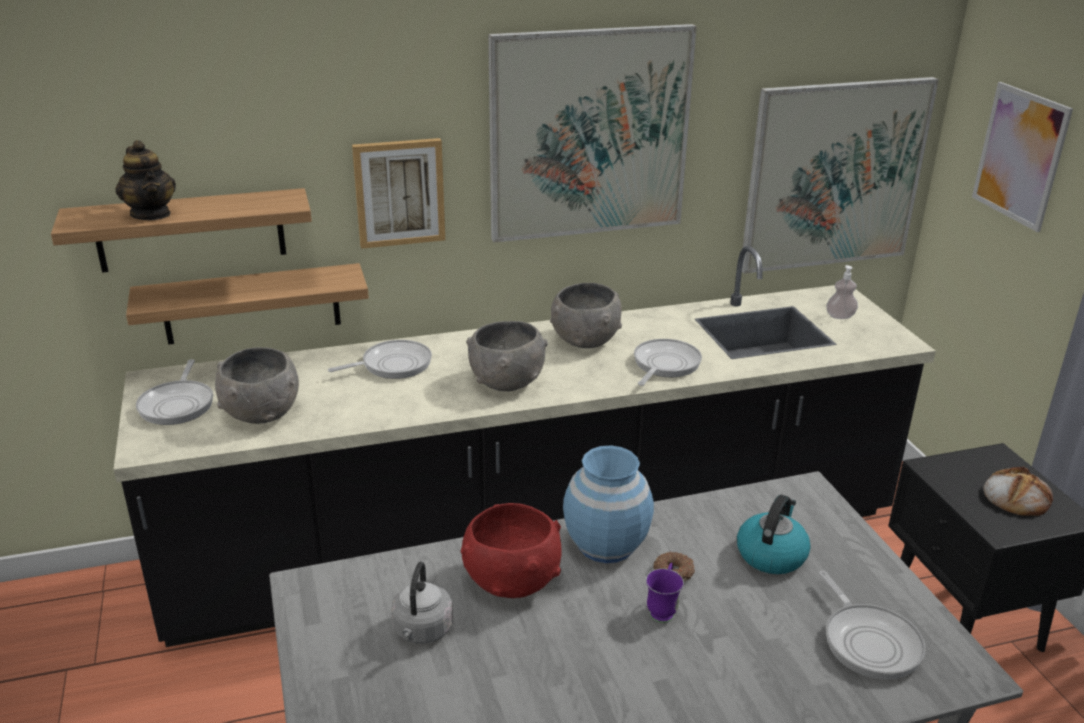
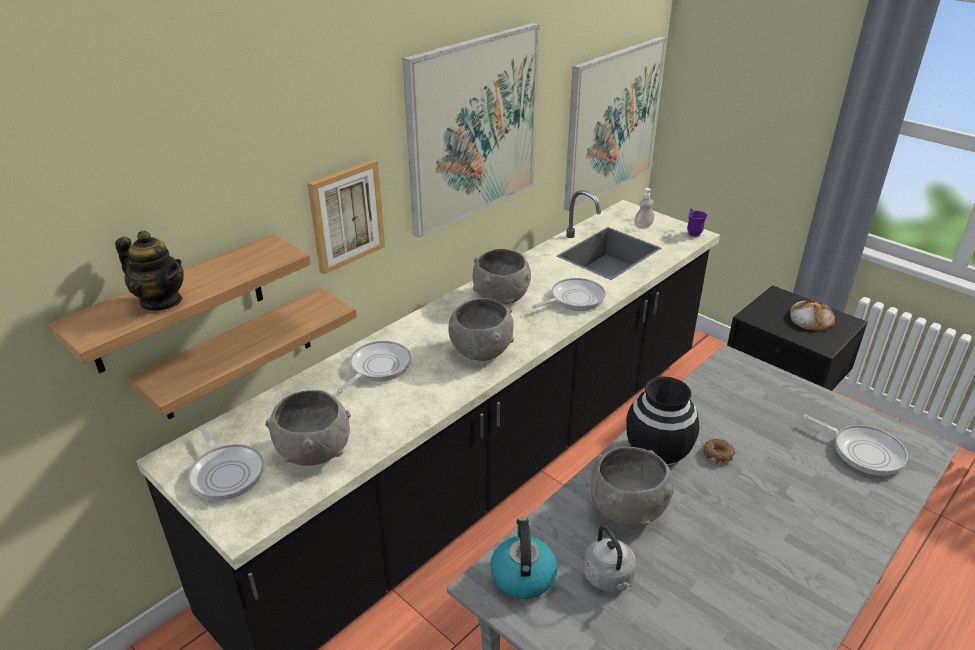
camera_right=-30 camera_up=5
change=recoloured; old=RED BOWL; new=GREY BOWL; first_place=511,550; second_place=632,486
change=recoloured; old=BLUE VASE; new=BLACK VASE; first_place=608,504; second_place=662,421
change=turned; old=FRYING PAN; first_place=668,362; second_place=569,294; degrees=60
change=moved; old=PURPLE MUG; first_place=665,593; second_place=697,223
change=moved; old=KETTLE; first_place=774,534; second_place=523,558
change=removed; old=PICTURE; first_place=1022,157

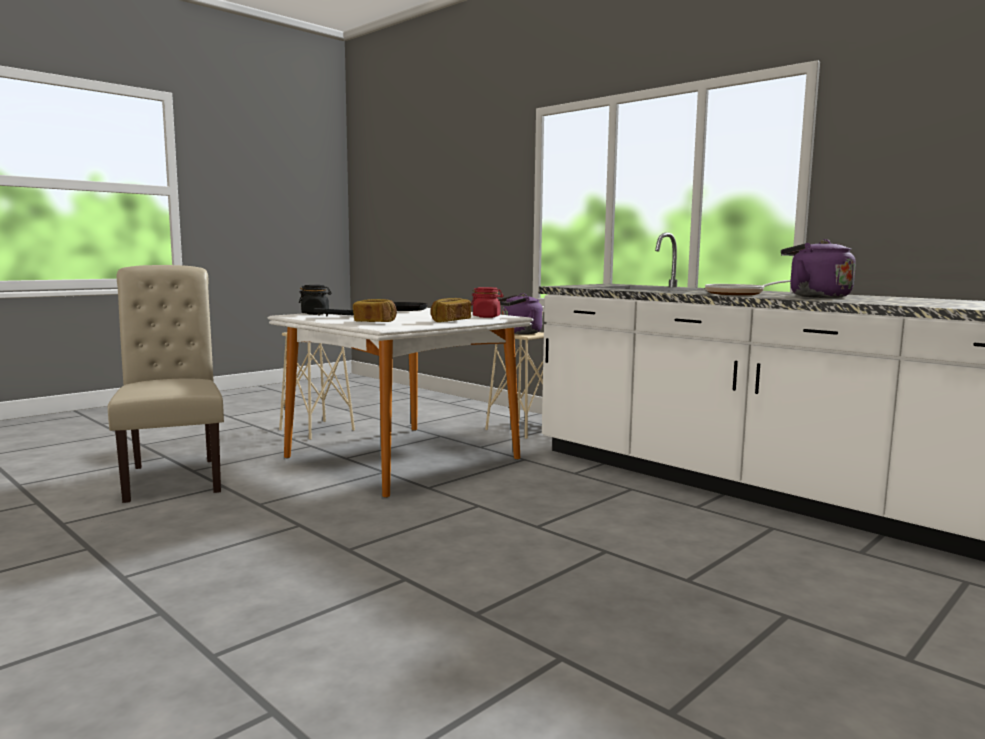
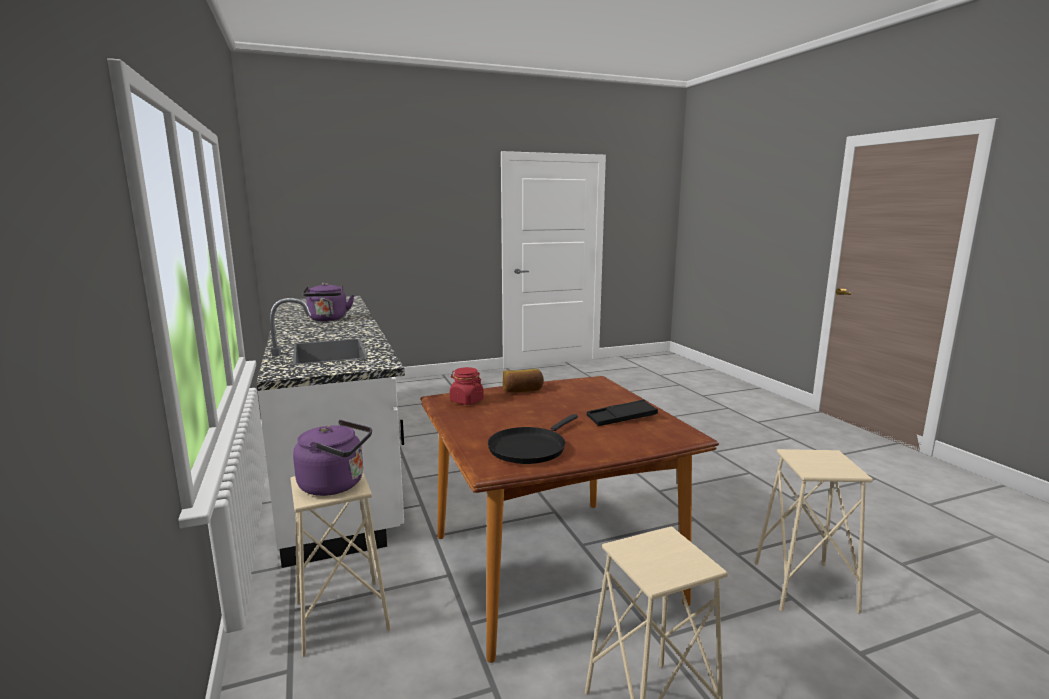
camera_right=-155 camera_up=5
change=replaced; old=BEIGE CHAIR; new=BEIGE STOOL; first_place=166,384; second_place=814,531
change=recoloured; old=WHITE DINING TABLE; new=BROWN DINING TABLE; first_place=401,403; second_place=569,519
change=removed; old=BLACK JAR; first_place=315,300
change=removed; old=BREAD; first_place=375,310
change=removed; old=FRYING PAN; first_place=748,287

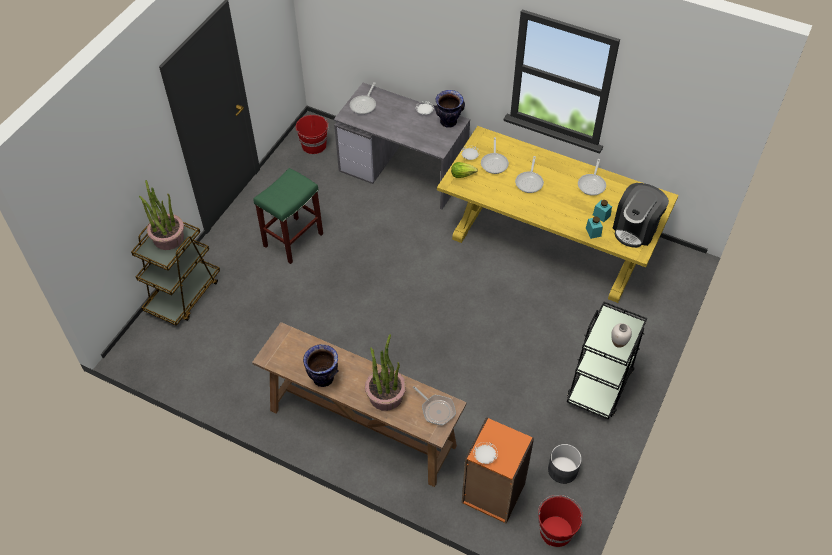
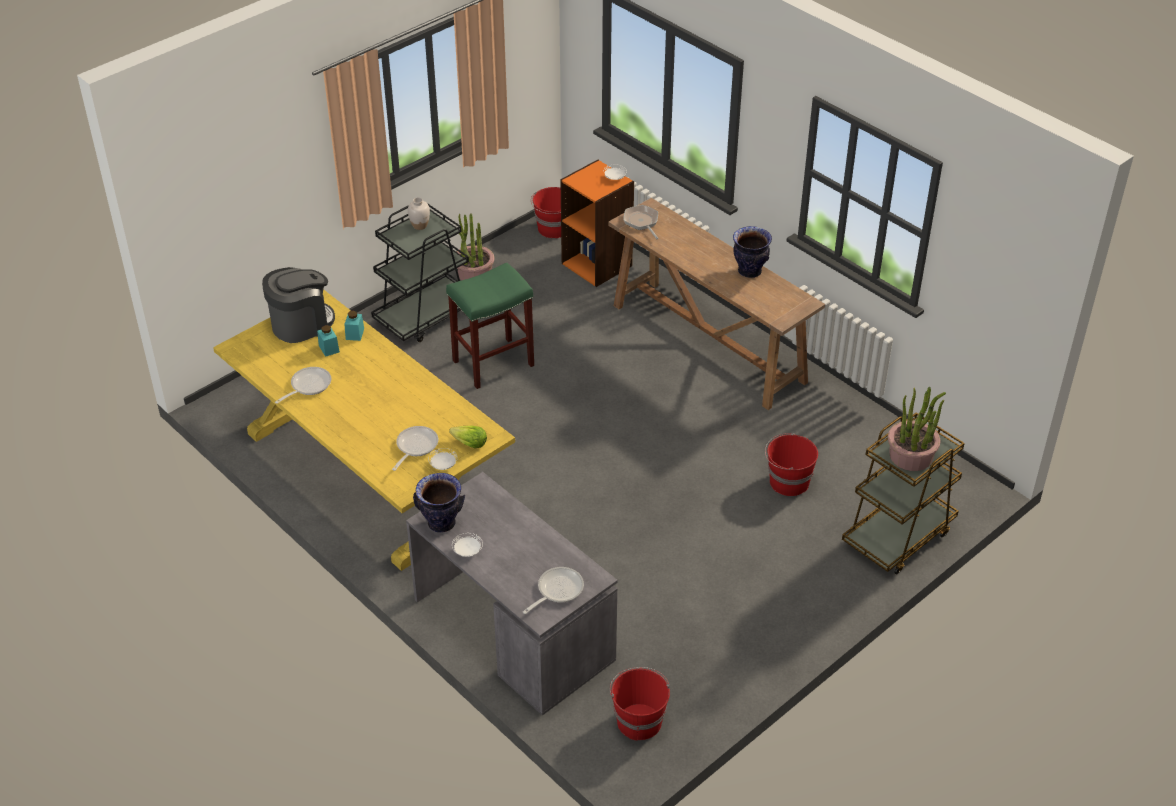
camera_right=-160 camera_up=-10
change=moved; old=GREEN STOOL; first_place=288,216; second_place=490,326
change=moved; old=POTTED PLANT; first_place=385,372; second_place=475,247
change=removed; old=FRYING PAN; first_place=529,174
change=removed; old=GREY PLANTER; first_place=565,464
change=added; new=RED BUCKET; second_place=791,464

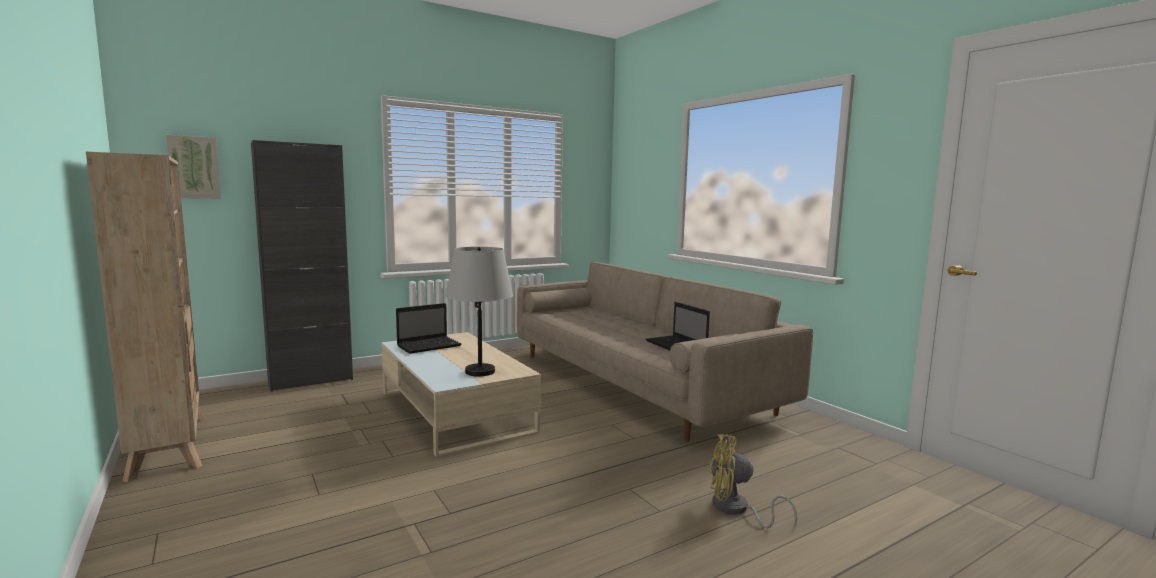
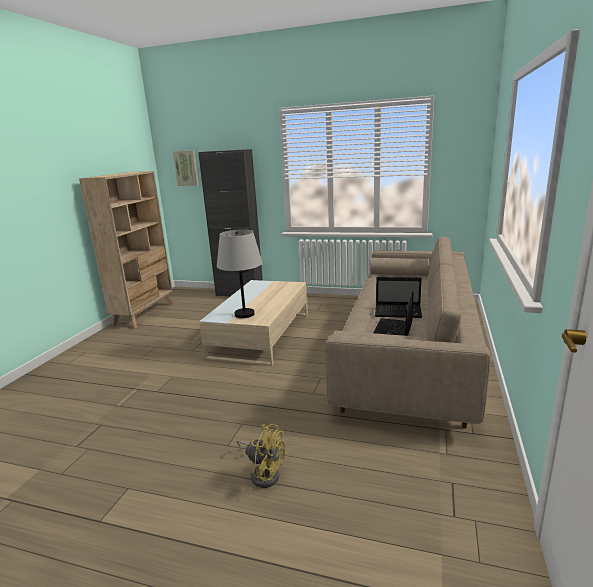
camera_right=50 camera_up=10
change=moved; old=LAPTOP; first_place=428,328; second_place=398,297
change=turned; old=YELLOW FAN; first_place=753,481; second_place=261,456; degrees=150

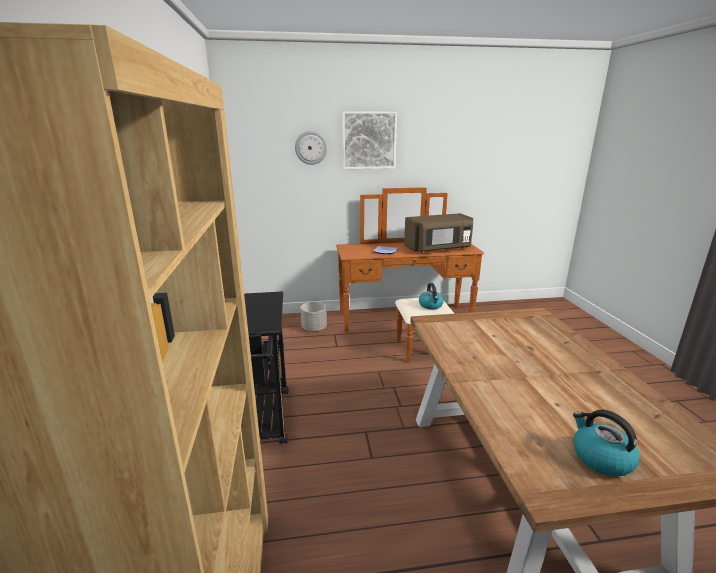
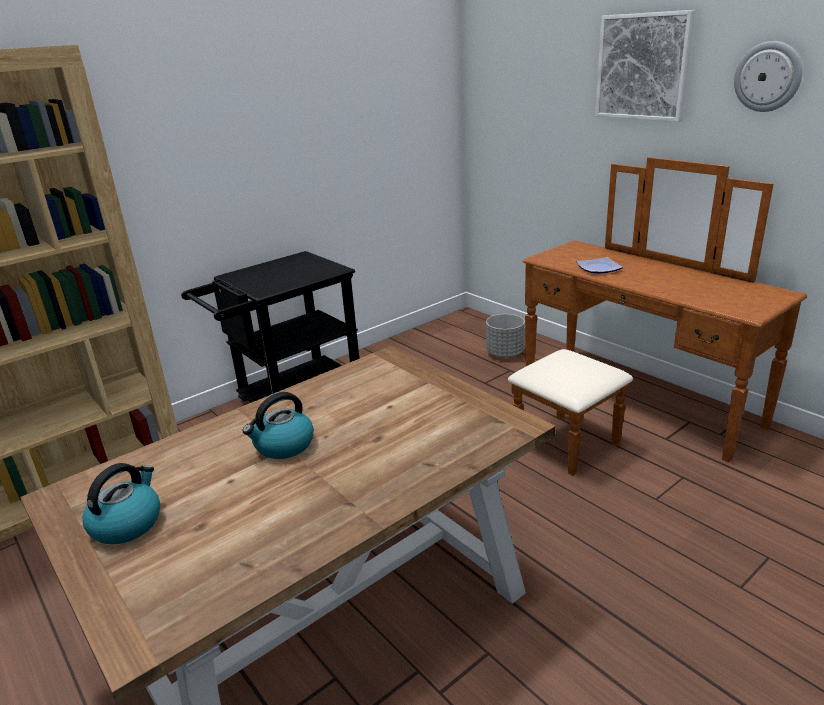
camera_right=60 camera_up=5
change=moved; old=WALL CLOCK; first_place=311,148; second_place=768,76
change=removed; old=BROWN MICROWAVE; first_place=438,232
change=moved; old=KETTLE; first_place=431,296; second_place=278,425

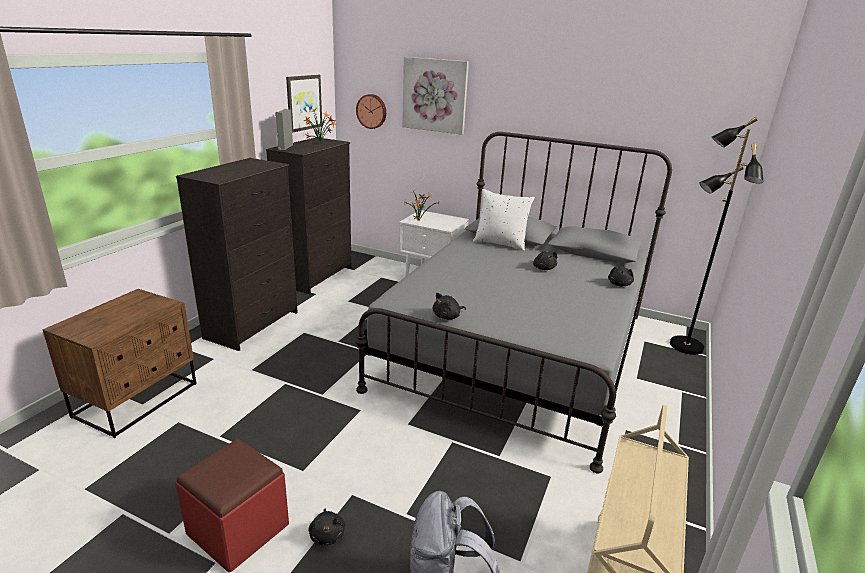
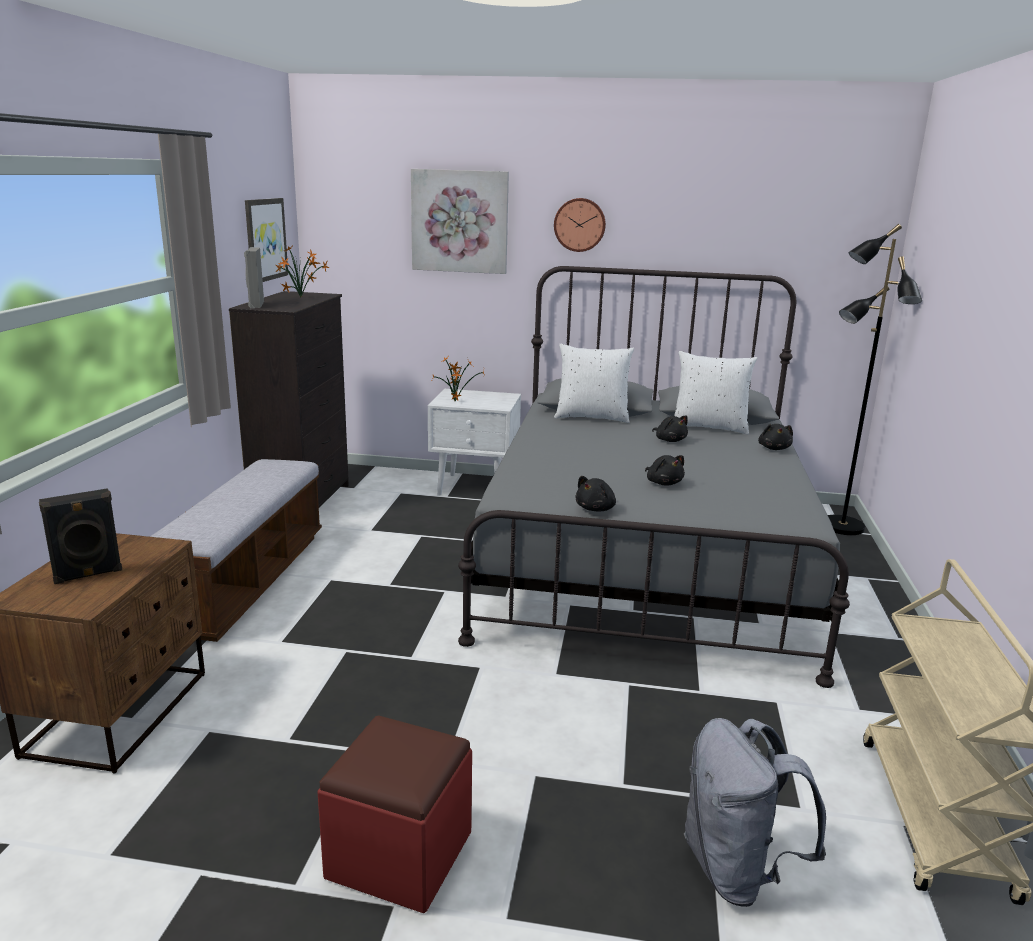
camera_right=-15 camera_up=-5
change=replaced; old=BLACK DRESSER; new=BENCH; first_place=237,254; second_place=236,550
change=moved; old=BLACK PLUSH TOY; first_place=326,526; second_place=665,470
change=moved; old=WALL CLOCK; first_place=371,111; second_place=580,225
change=added; new=BLACK SPEAKER; second_place=80,536
change=added; new=WHITE PILLOW; second_place=715,393

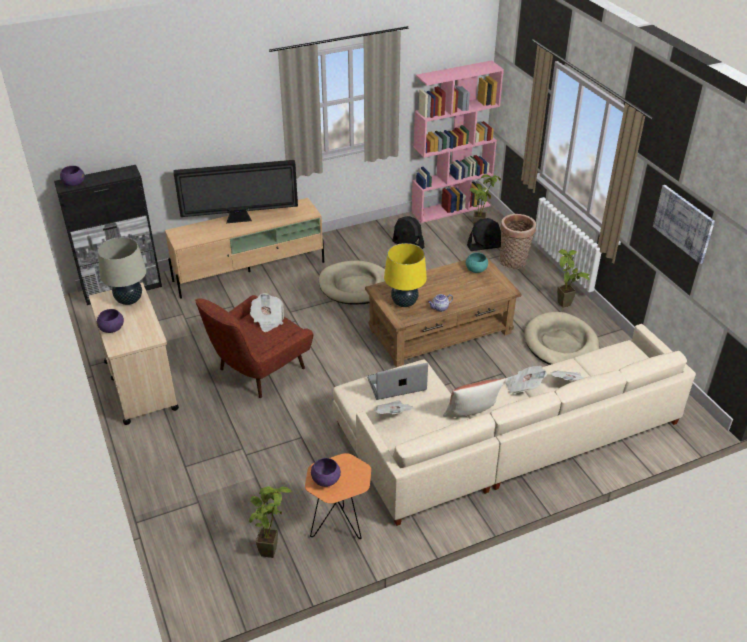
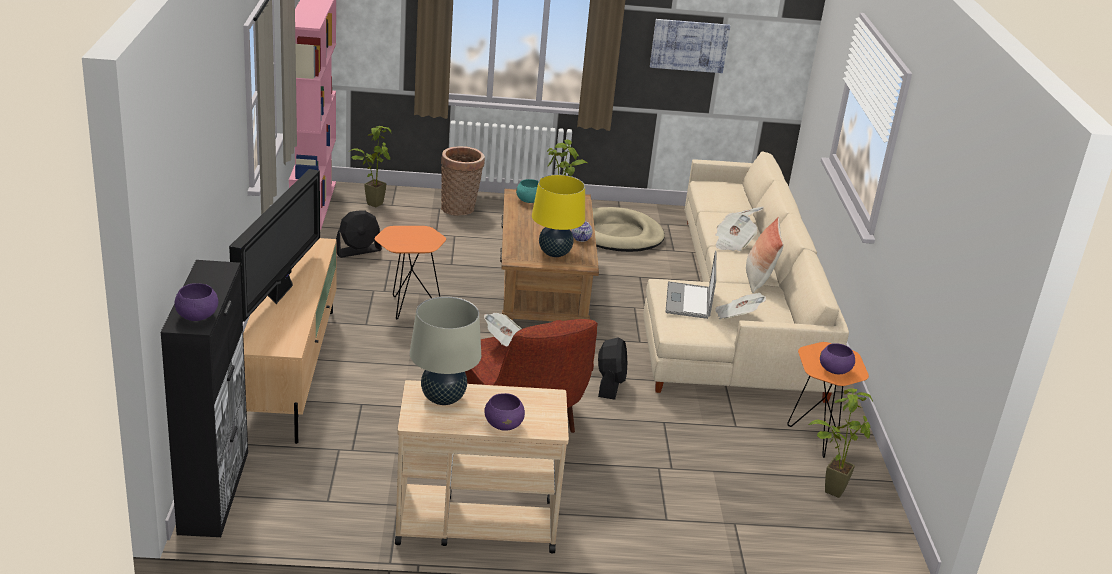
camera_right=-70 camera_up=-10
change=replaced; old=BEIGE DOG BED; new=ORANGE SIDE TABLE; first_place=352,282; second_place=410,272
change=moved; old=BLACK FAN; first_place=484,234; second_place=612,368

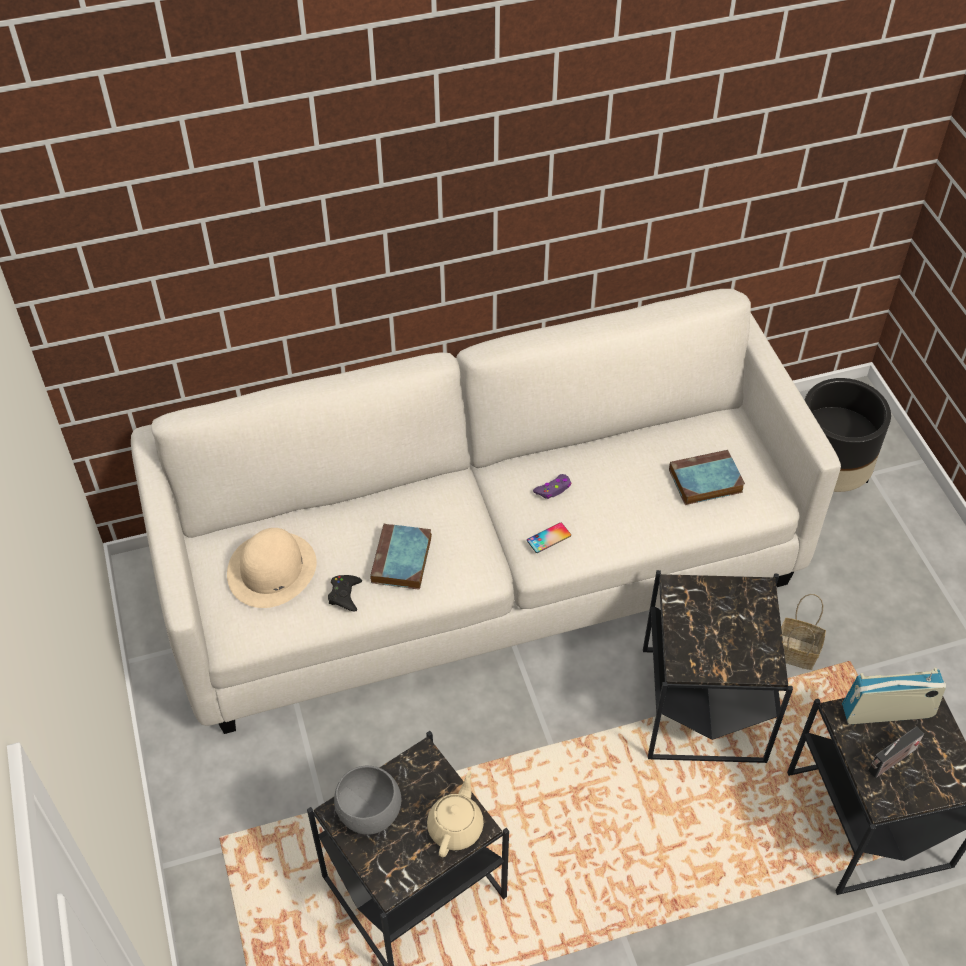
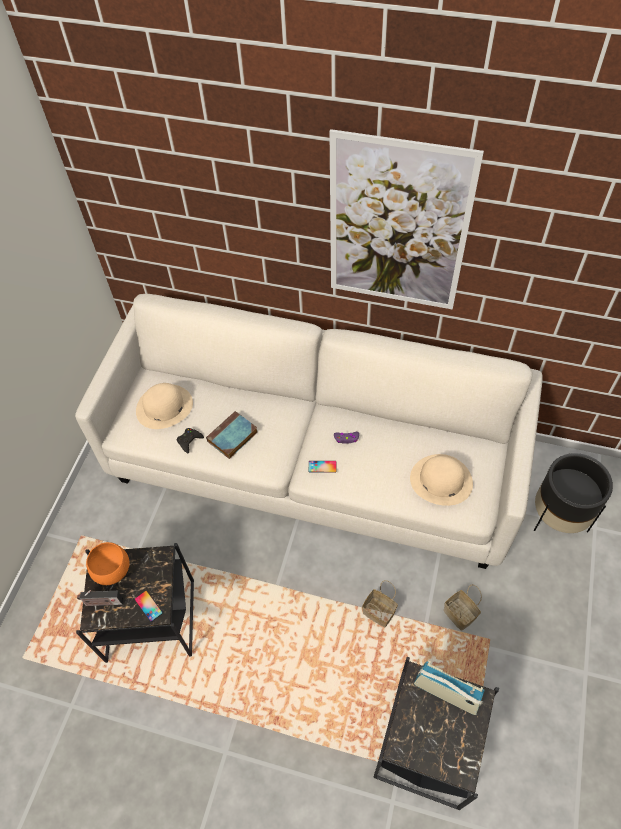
camera_right=35 camera_up=5
change=recoloured; old=GREY BOWL; new=ORANGE BOWL; first_place=367,800; second_place=108,563
change=replaced; old=BEIGE TEAPOT; new=PHONE; first_place=455,813; second_place=149,606
change=replaced; old=BLACK SIDE TABLE; new=BASKET; first_place=718,666; second_place=380,603
change=replaced; old=BOOK; new=BEIGE HAT; first_place=707,477; second_place=441,480
change=moved; old=RADIO; first_place=896,752; second_place=100,598
change=added; new=PICTURE; second_place=406,219

